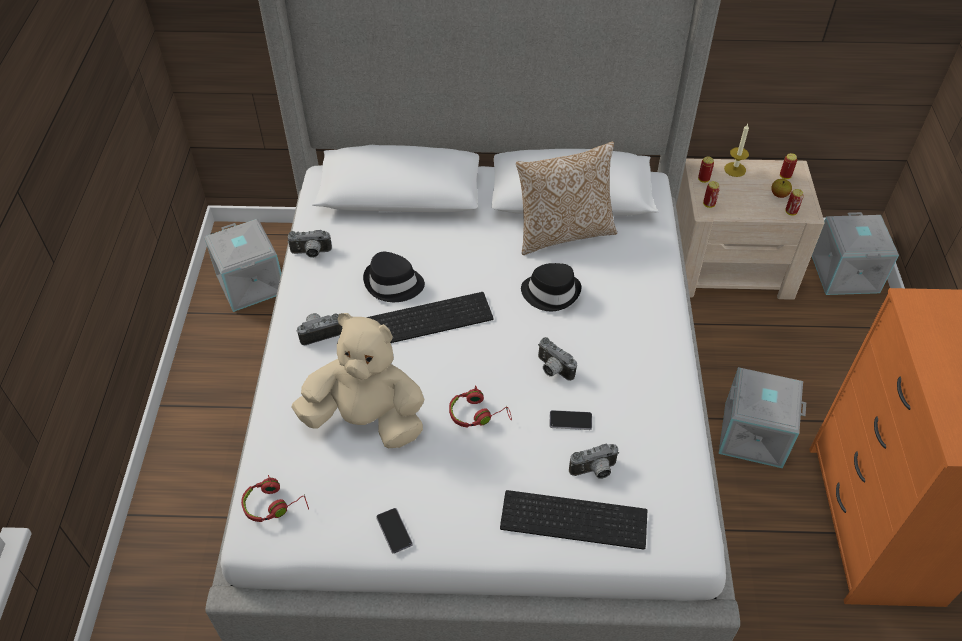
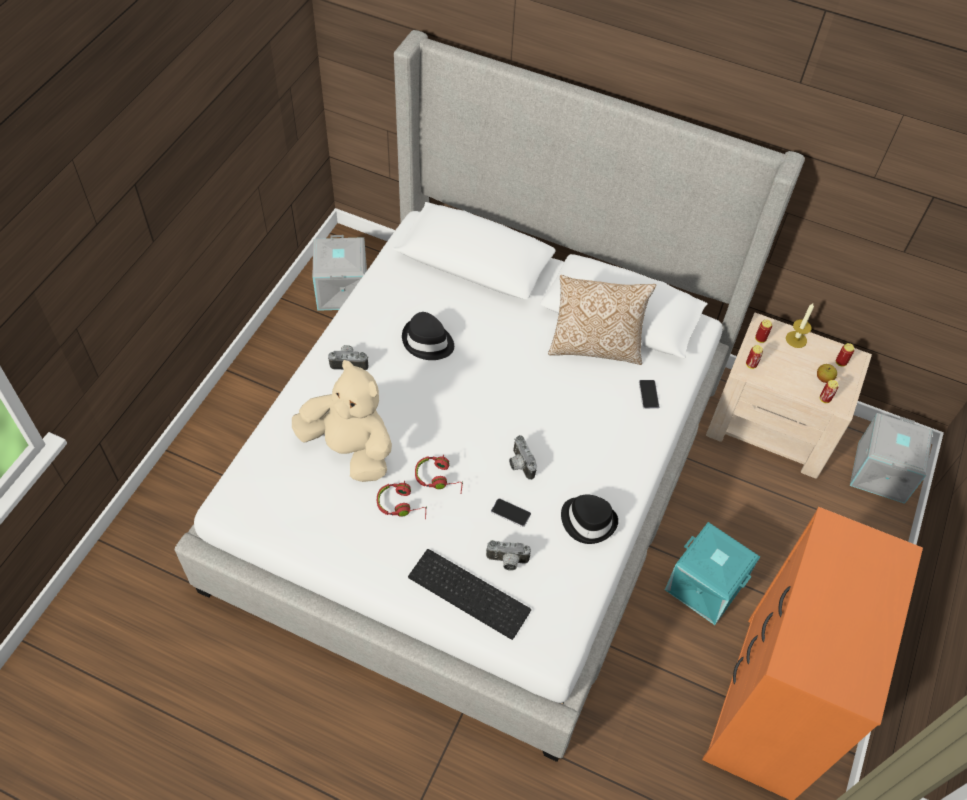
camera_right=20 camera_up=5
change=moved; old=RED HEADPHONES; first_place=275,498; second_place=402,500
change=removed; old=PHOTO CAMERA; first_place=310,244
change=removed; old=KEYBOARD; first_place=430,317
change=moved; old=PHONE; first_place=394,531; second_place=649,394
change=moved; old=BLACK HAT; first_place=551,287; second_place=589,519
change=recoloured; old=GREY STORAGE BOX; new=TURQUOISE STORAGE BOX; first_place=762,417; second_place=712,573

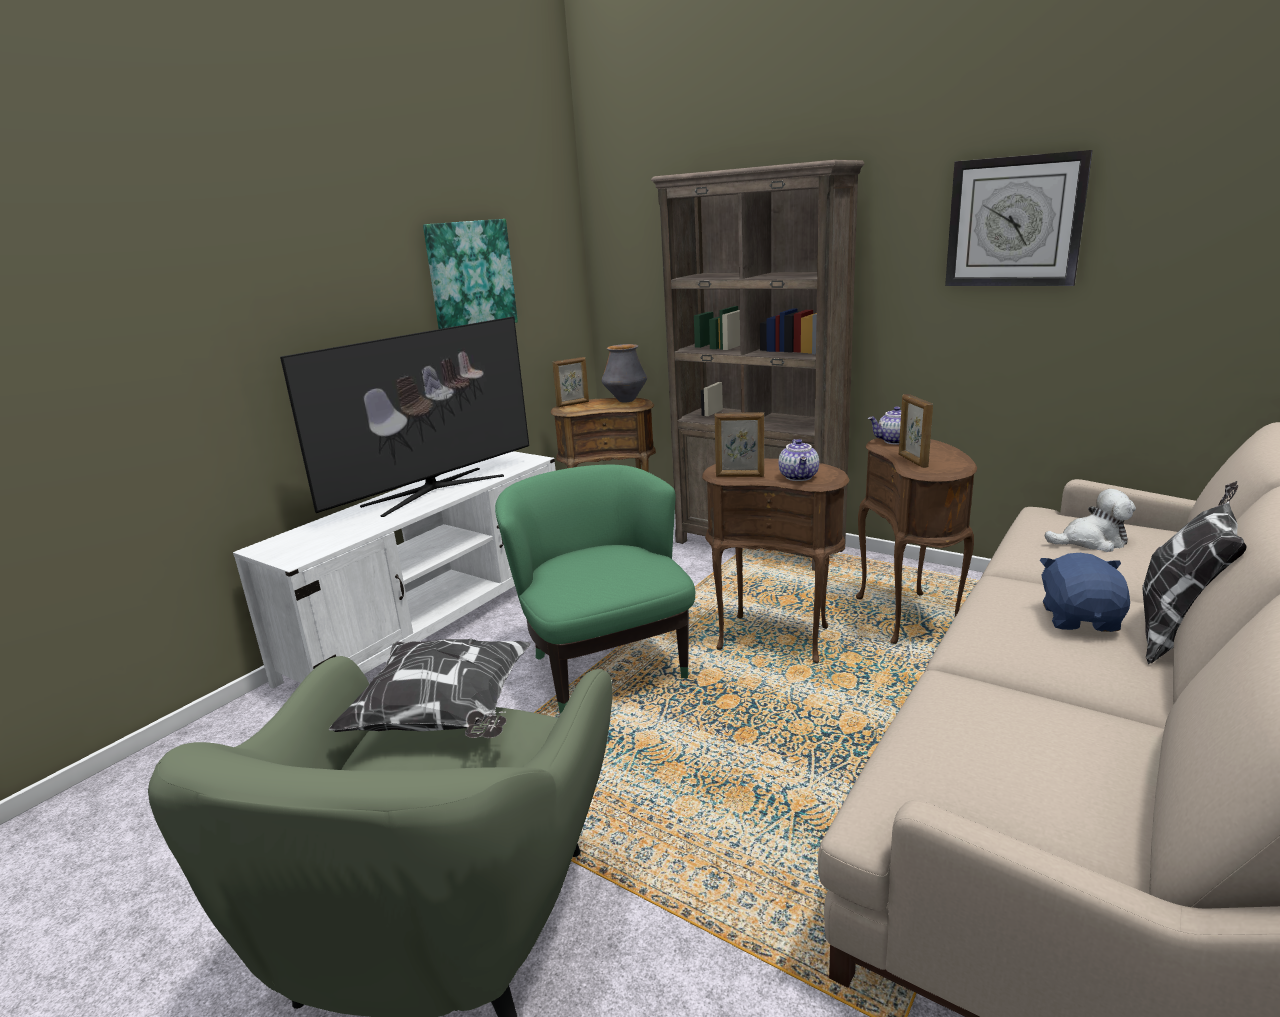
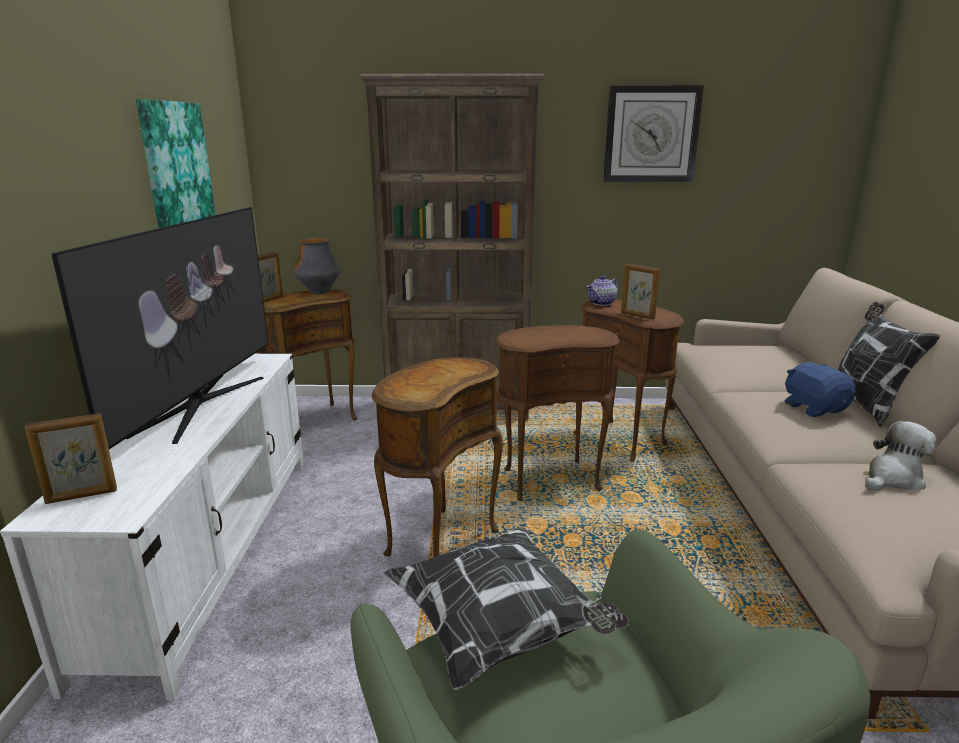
camera_right=-35 camera_up=0
change=replaced; old=GREEN ARMCHAIR; new=BROWN SIDE TABLE; first_place=595,589; second_place=437,457
change=moved; old=PICTURE FRAME; first_place=739,444; second_place=70,458
change=removed; old=TEAPOT; first_place=799,460
change=moved; old=PLUSH TOY; first_place=1090,520; second_place=900,456

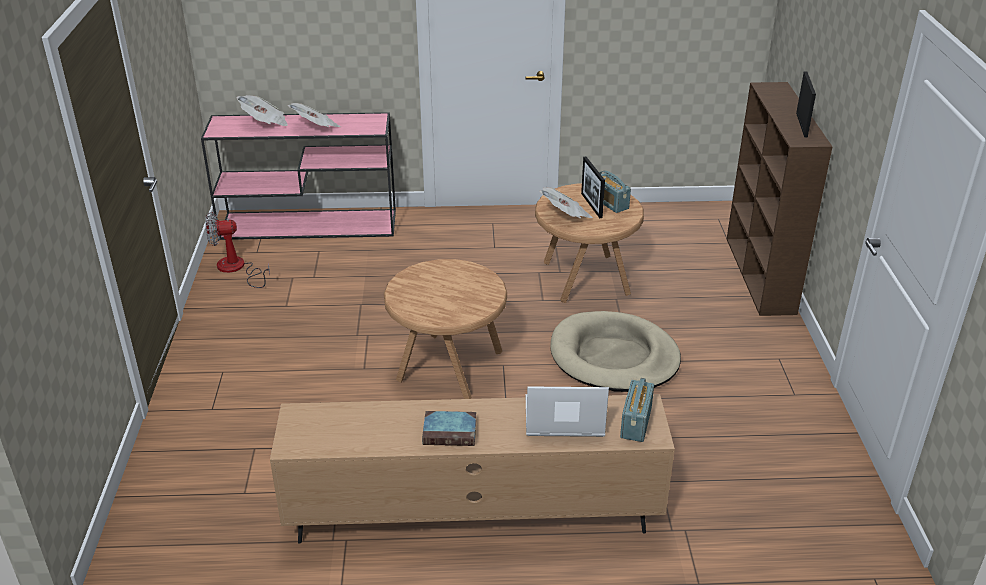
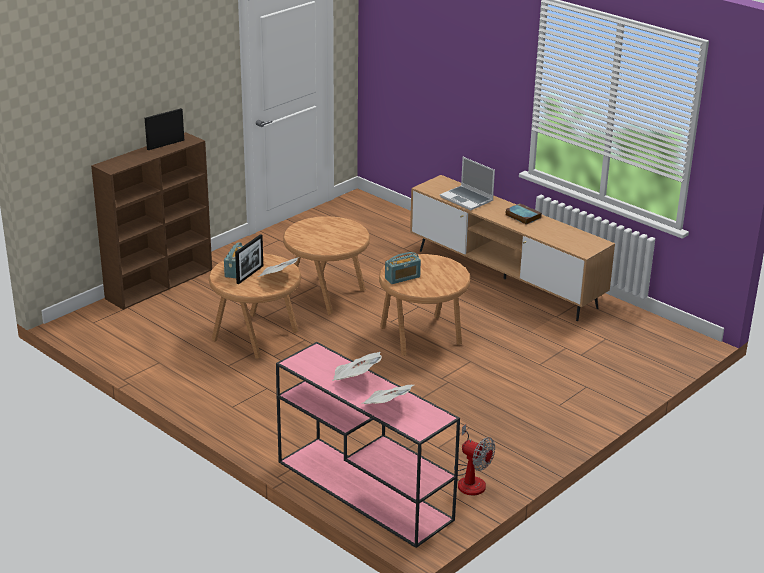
camera_right=-135 camera_up=-5
change=replaced; old=BEIGE DOG BED; new=BROWN SIDE TABLE; first_place=615,351; second_place=326,265
change=moved; old=RADIO; first_place=637,410; second_place=403,268

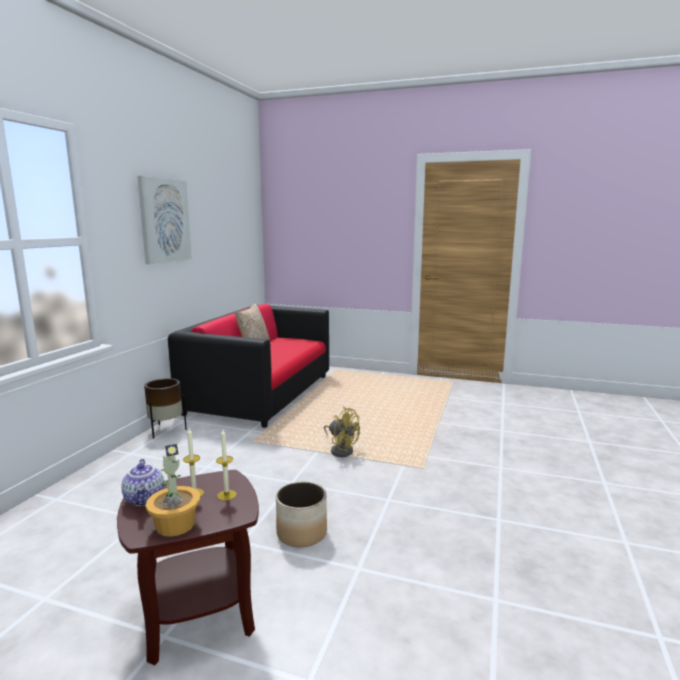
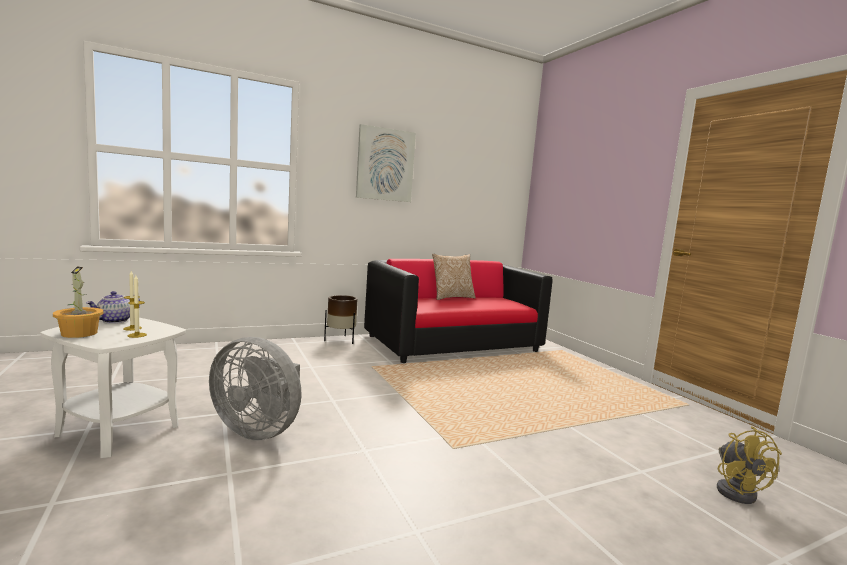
camera_right=45 camera_up=-5
change=recoloured; old=BROWN SIDE TABLE; new=WHITE SIDE TABLE; first_place=188,567; second_place=113,388
change=replaced; old=PLANTER; new=GREY FAN; first_place=301,514; second_place=255,388
change=moved; old=YELLOW FAN; first_place=342,432; second_place=749,465

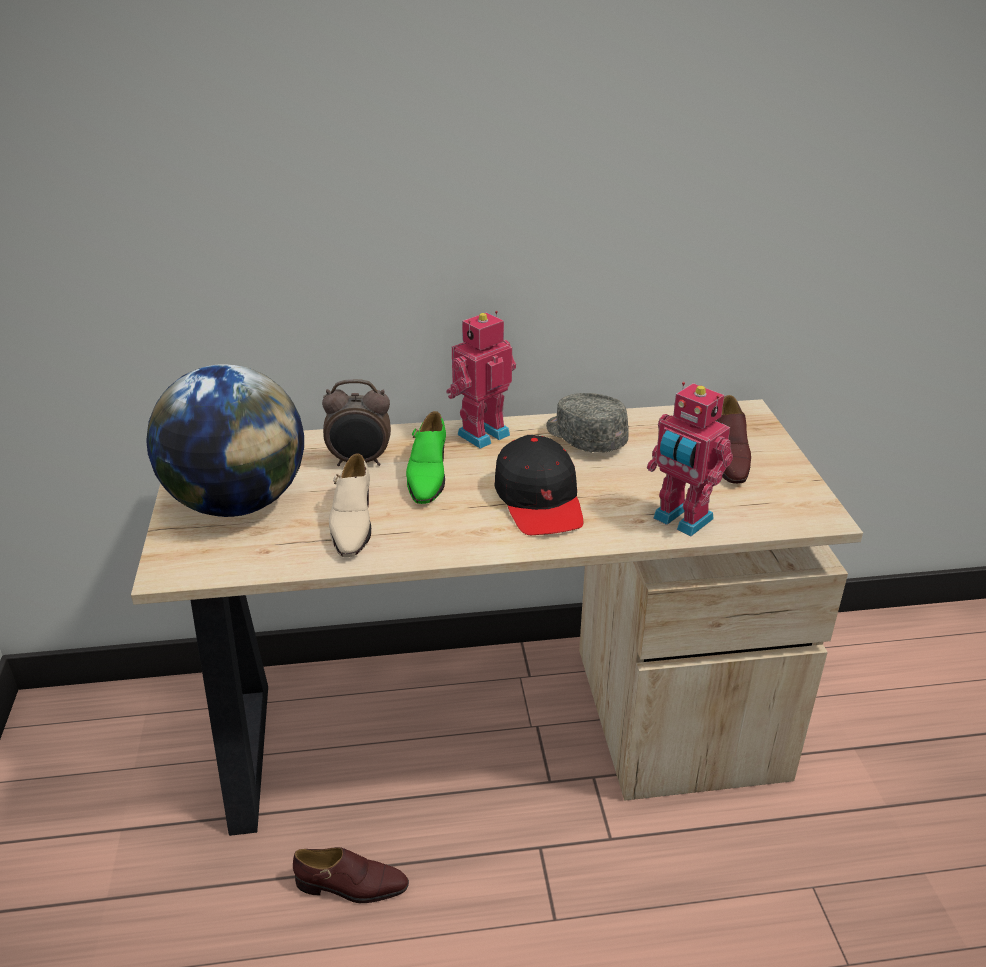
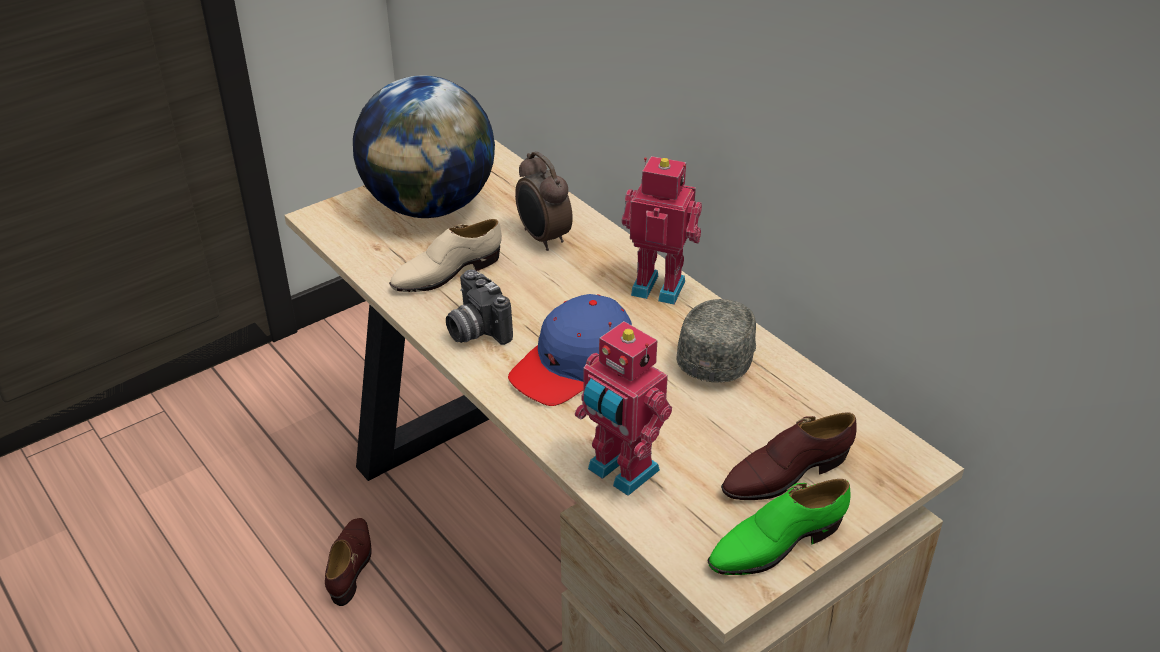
camera_right=60 camera_up=5
change=turned; old=BROWN SHOE; first_place=351,875; second_place=348,562; degrees=-150
change=moved; old=GREEN SHOE; first_place=426,457; second_place=779,527
change=recoloured; old=BLACK CAP; new=BLUE CAP; first_place=538,485; second_place=570,350
change=turned; old=TOY ROBOT; first_place=690,459; second_place=623,408; degrees=-60
change=added; new=PHOTO CAMERA; second_place=479,307

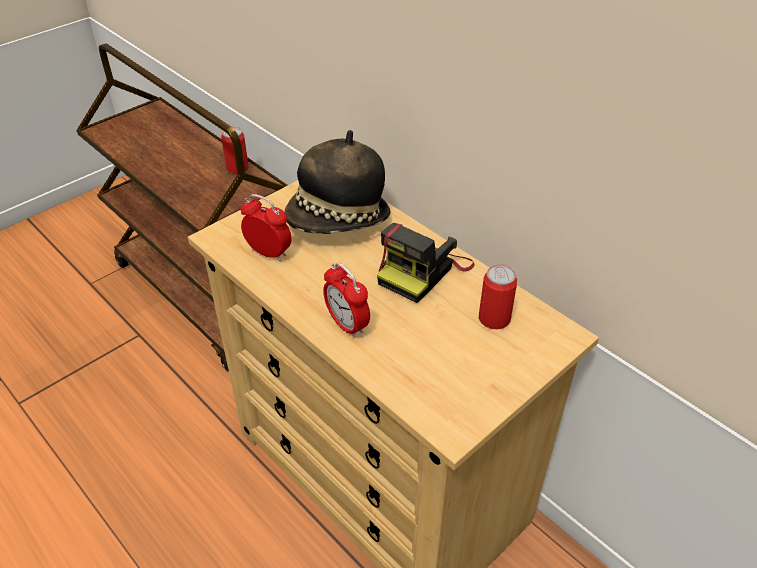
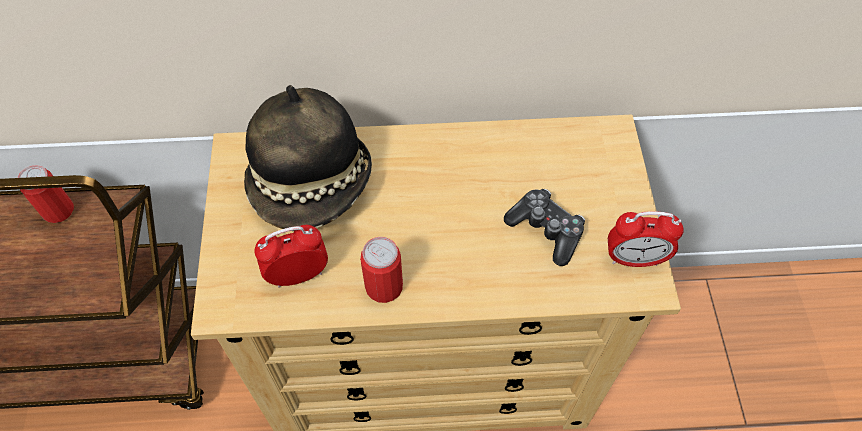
camera_right=-50 camera_up=15
change=moved; old=ALARM CLOCK; first_place=346,300; second_place=646,239
change=removed; old=PHOTO CAMERA; first_place=426,263
change=moved; old=CAN; first_place=498,296; second_place=381,270
change=added; new=GAME CONTROLLER; second_place=544,227

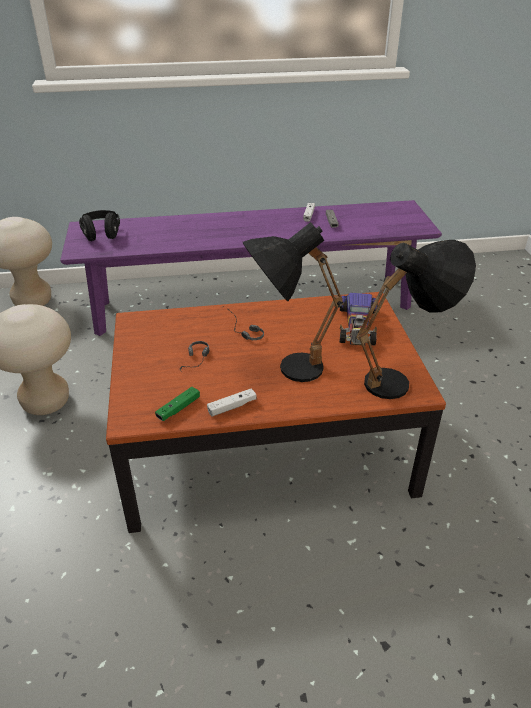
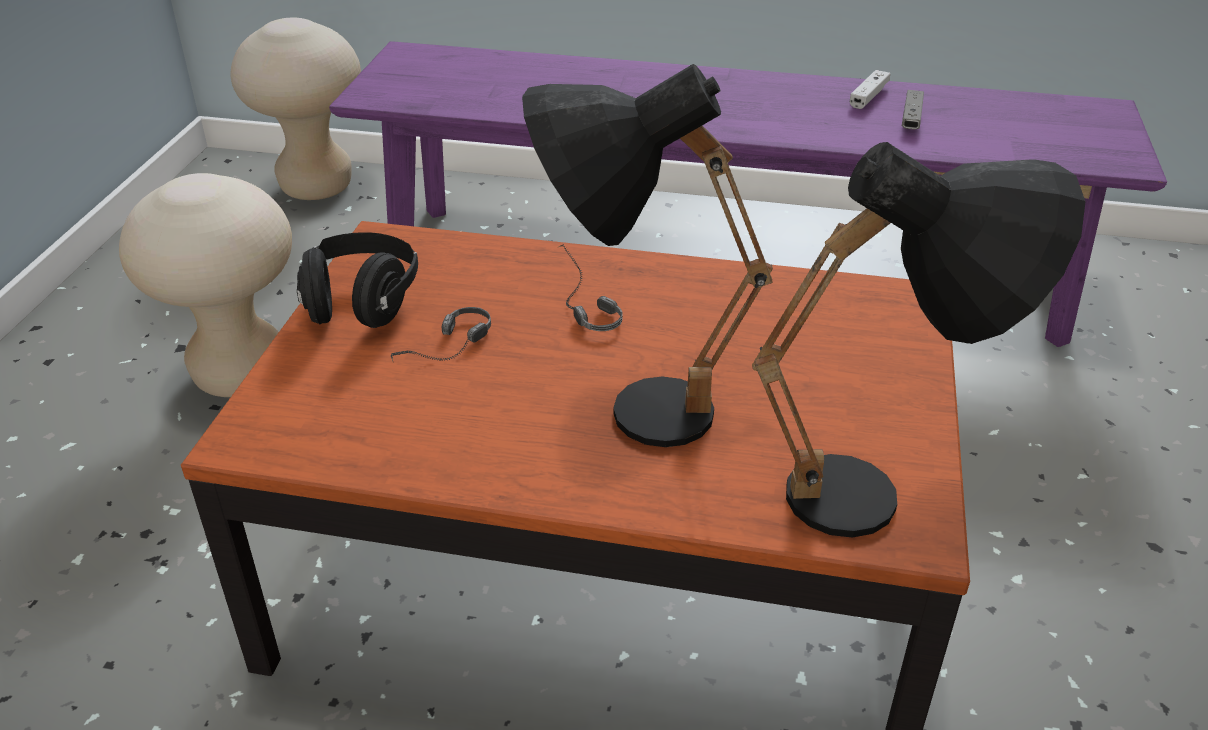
camera_right=20 camera_up=0
change=moved; old=BLACK HEADPHONES; first_place=99,225; second_place=357,280
change=removed; old=GREEN GAME CONTROLLER; first_place=177,404
change=removed; old=WHITE GAME CONTROLLER; first_place=232,402
change=removed; old=TOY CAR; first_place=359,319

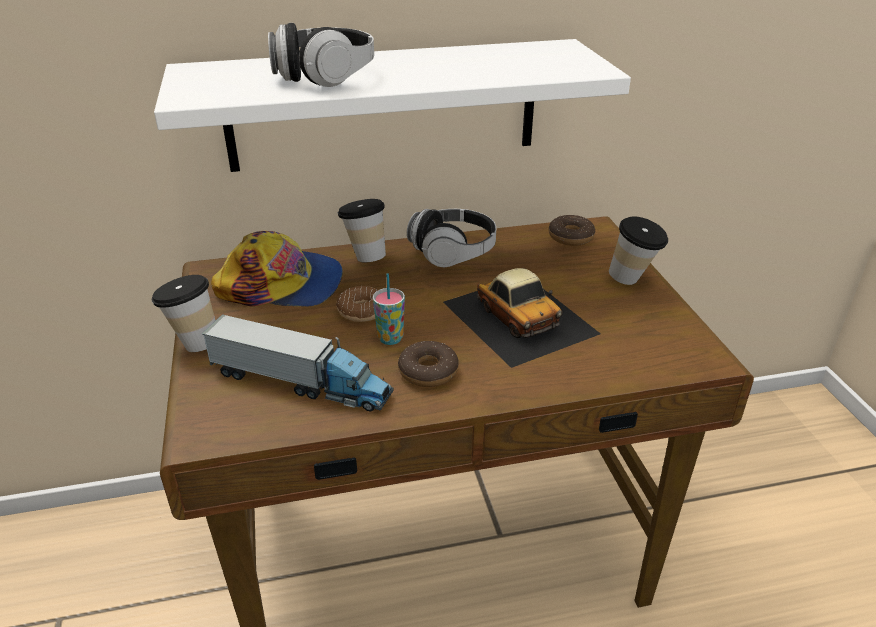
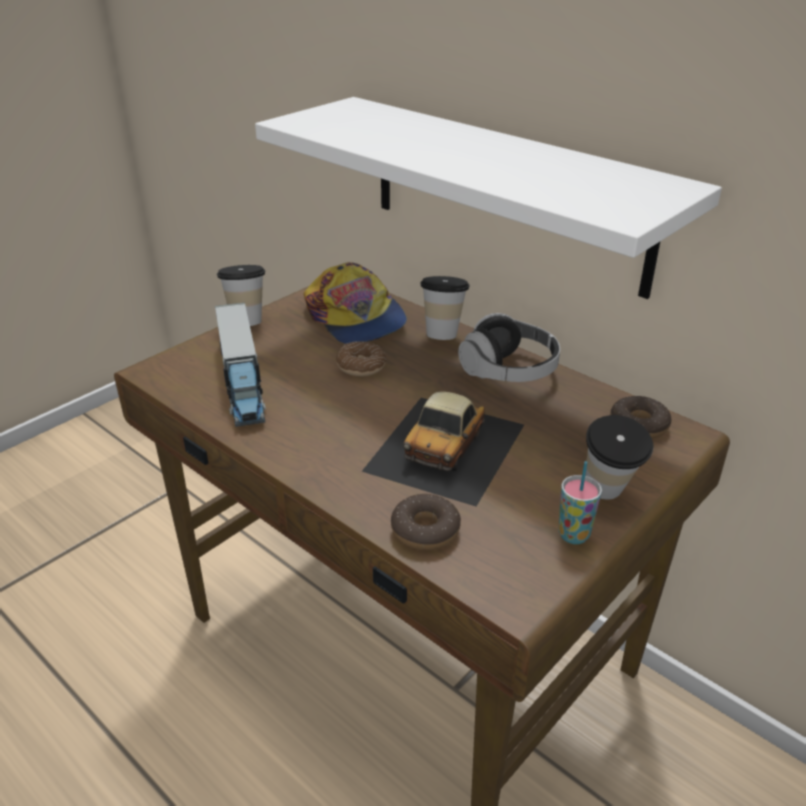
camera_right=55 camera_up=0
change=removed; old=HEADPHONES; first_place=321,55
change=moved; old=CUP; first_place=389,309; second_place=580,502
change=moved; old=DONUT; first_place=428,364; second_place=426,522

